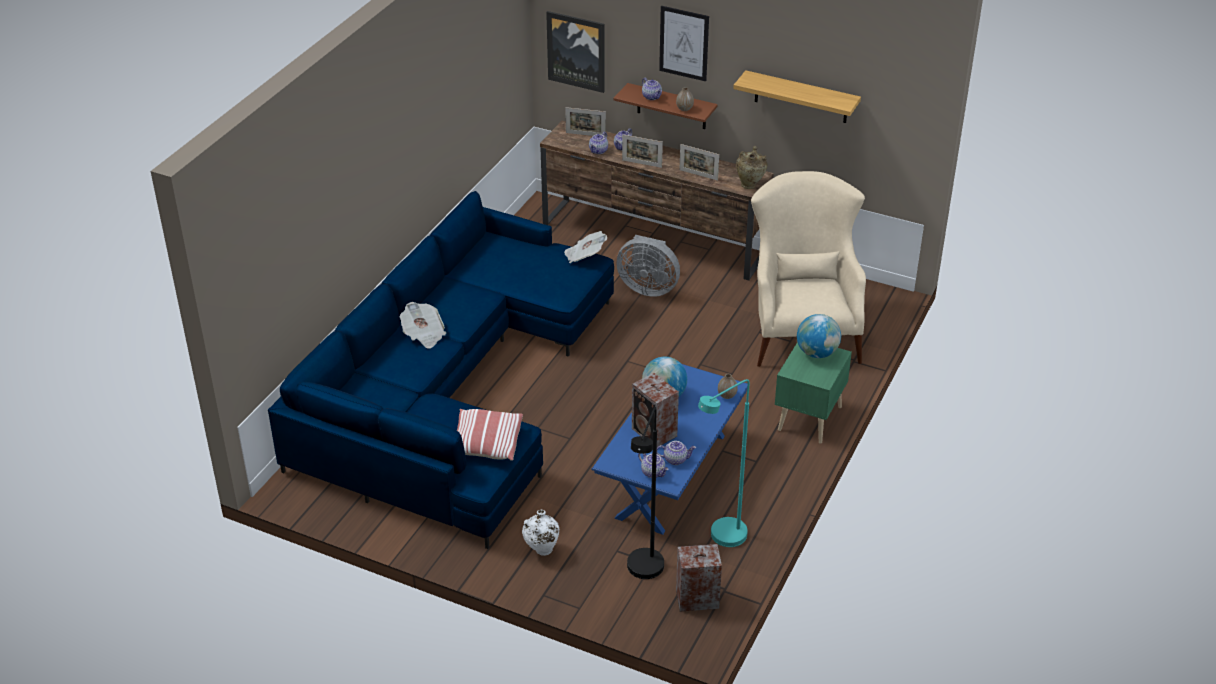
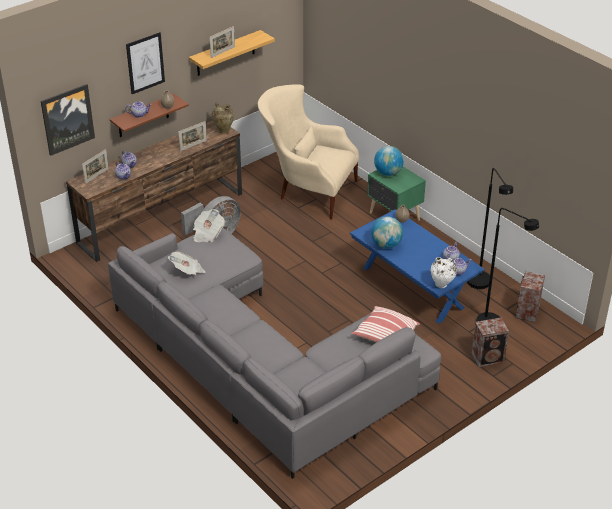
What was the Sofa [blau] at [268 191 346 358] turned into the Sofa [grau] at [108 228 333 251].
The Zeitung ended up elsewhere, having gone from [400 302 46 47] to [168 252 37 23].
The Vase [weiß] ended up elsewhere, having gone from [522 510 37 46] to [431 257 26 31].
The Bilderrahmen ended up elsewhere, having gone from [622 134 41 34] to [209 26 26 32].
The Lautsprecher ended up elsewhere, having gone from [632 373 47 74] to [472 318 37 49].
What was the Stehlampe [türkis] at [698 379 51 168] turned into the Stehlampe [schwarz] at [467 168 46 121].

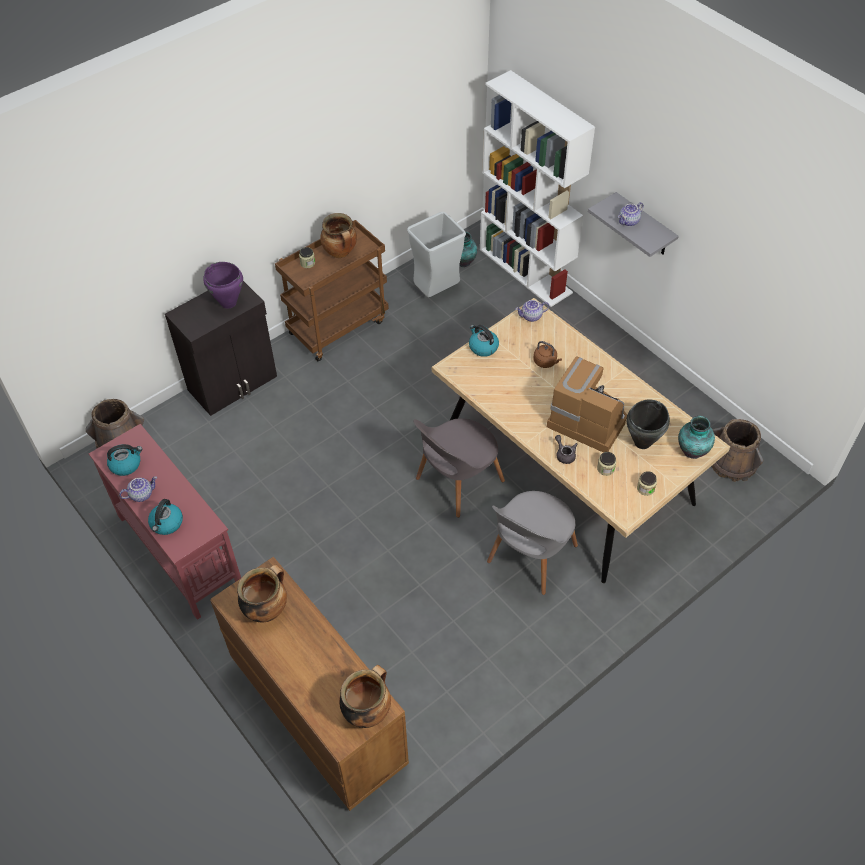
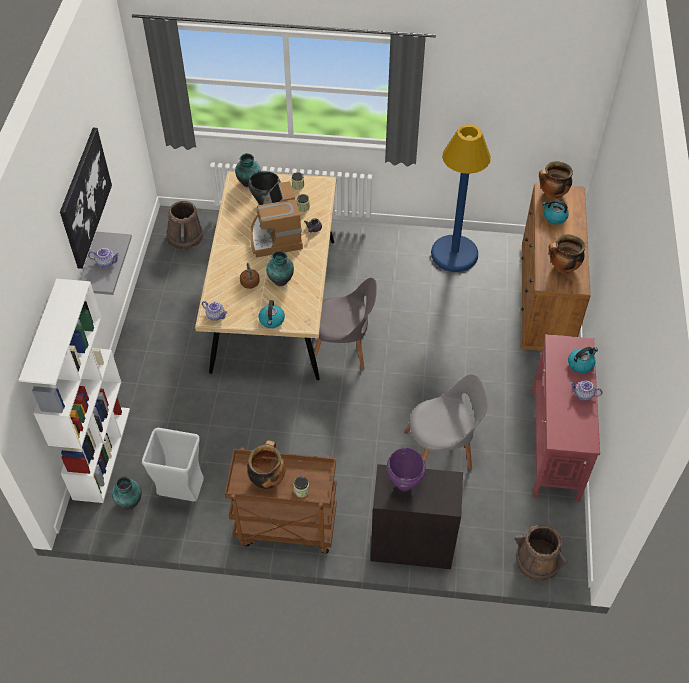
The Wasserkessel ended up elsewhere, having gone from [107 444 35 32] to [542 200 27 25].
The Stuhl [grau] ended up elsewhere, having gone from [487 491 91 104] to [404 374 84 96].
The second view gained the Bild at [60 128 52 141].
The second view gained the Vase at [266 251 28 35].
The second view gained the Stehlampe [blau] at [431 124 60 148].

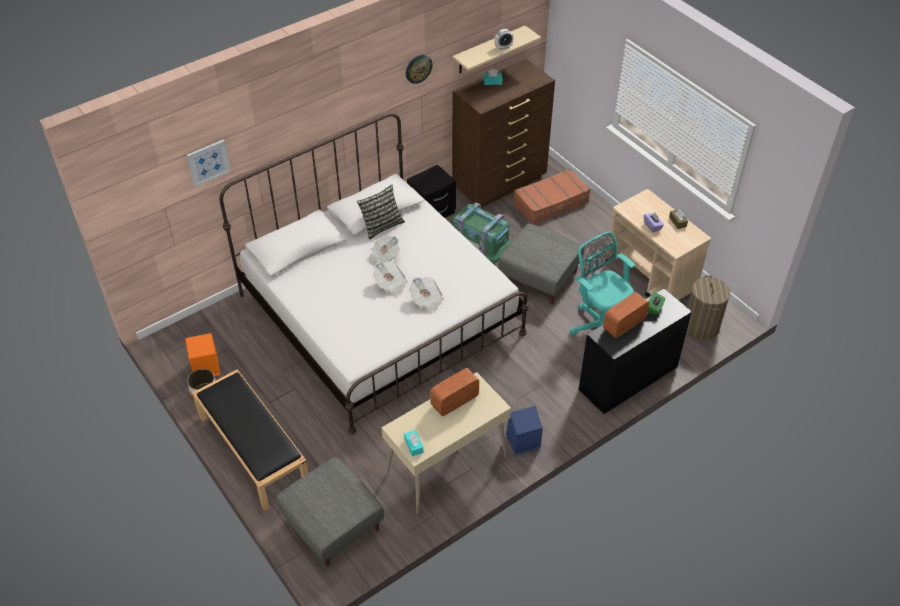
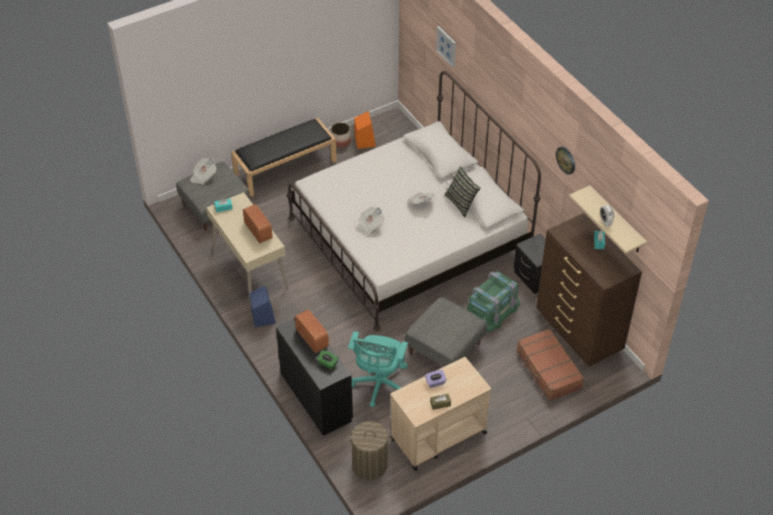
The Zeitung ended up elsewhere, having gone from [373 261 35 35] to [190 158 27 27].
The Bürostuhl [türkis] at [570 231 66 104] ended up facing another way, 135 degrees clockwise from before.

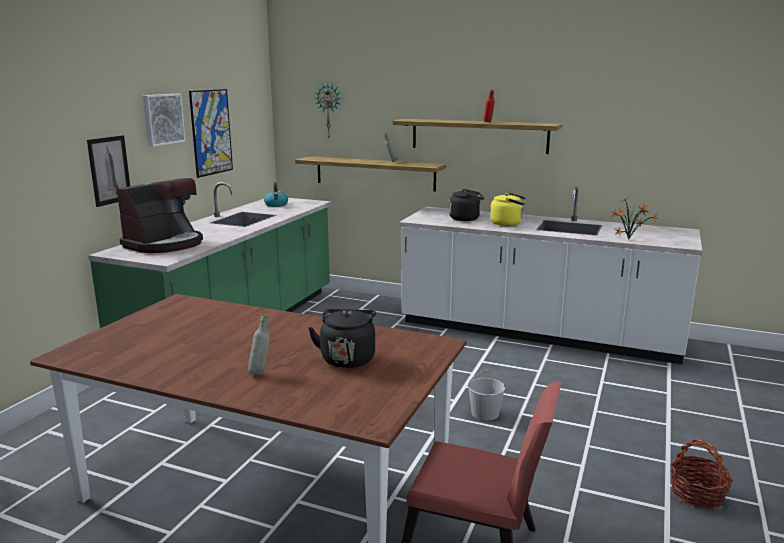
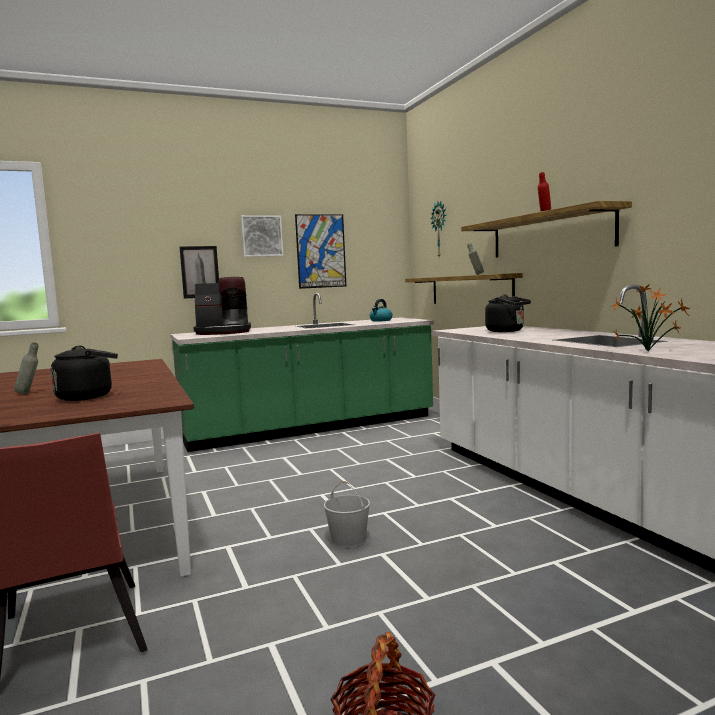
The second view lost the Wasserkessel [gelb] at [490 193 36 33].

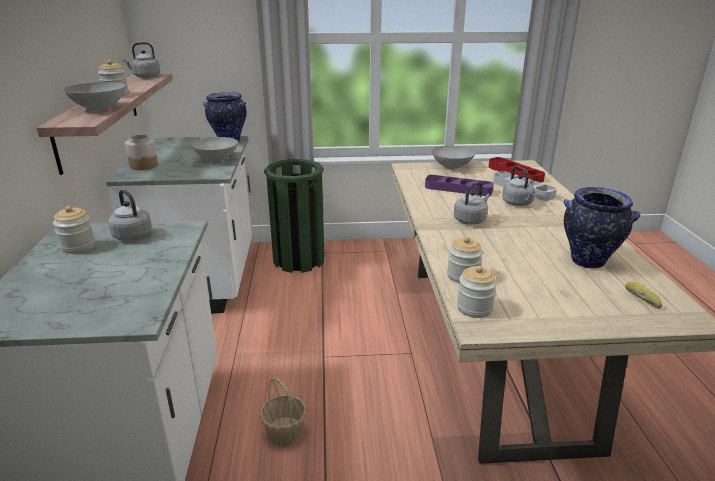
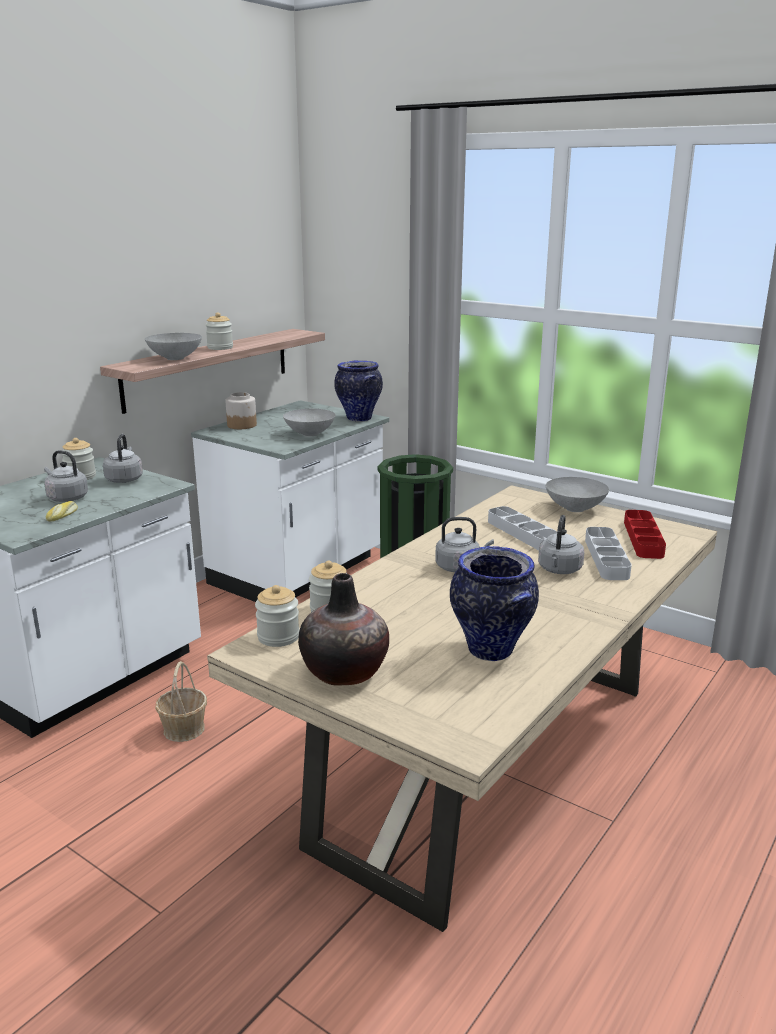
The Wasserkessel [grau] ended up elsewhere, having gone from [123 42 37 36] to [44 450 44 52].
What was the Tablett [lila] at [425 175 69 21] turned into the Tablett [grau] at [488 506 69 44].
The Brot ended up elsewhere, having gone from [625 282 37 27] to [46 501 32 21].
The second view gained the Vase at [298 573 91 113].

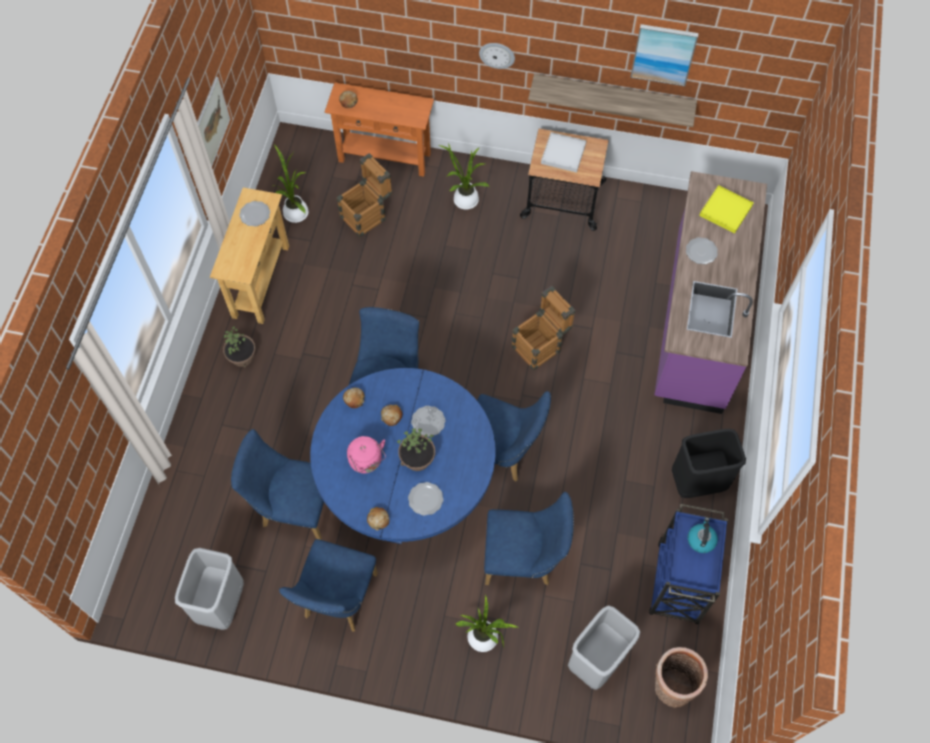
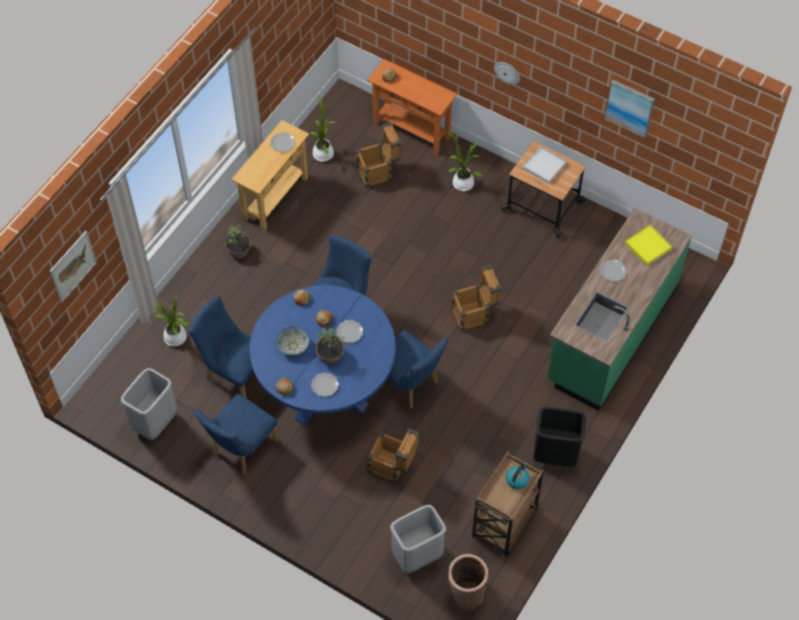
The Bild ended up elsewhere, having gone from [197 77 33 89] to [50 231 47 72].
Where the Wasserkessel [rosa] stood at [347 436 39 38], the Schüssel came to stand at [277 327 32 28].
The Topfpflanze ended up elsewhere, having gone from [456 595 62 57] to [151 293 39 53].
Where the Stuhl [blau] stood at [484 492 90 93], the Kiste came to stand at [367 428 52 55].
The second view lost the Wandregal at [528 74 169 53].
What was the Rollwagen [blau] at [649 504 79 120] turned into the Rollwagen [braun] at [472 449 72 107].
What was the Küchenzeile [lila] at [654 171 113 243] turned into the Küchenzeile [grün] at [547 208 145 203].

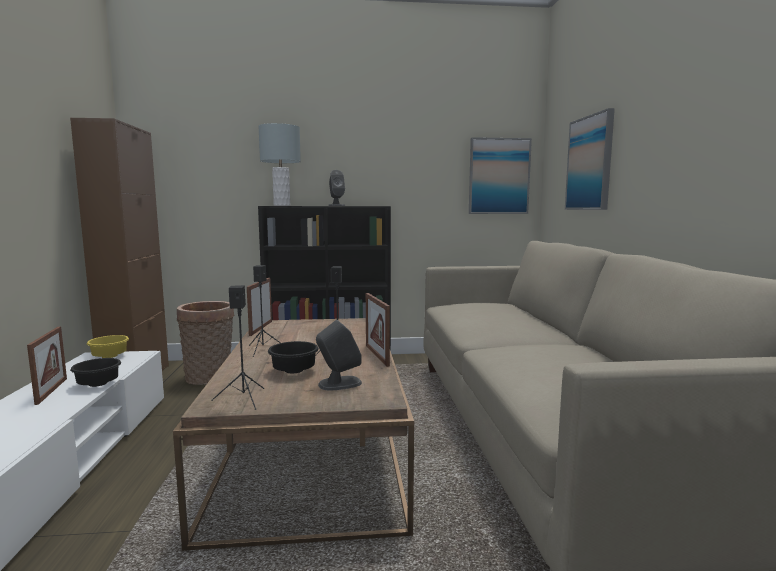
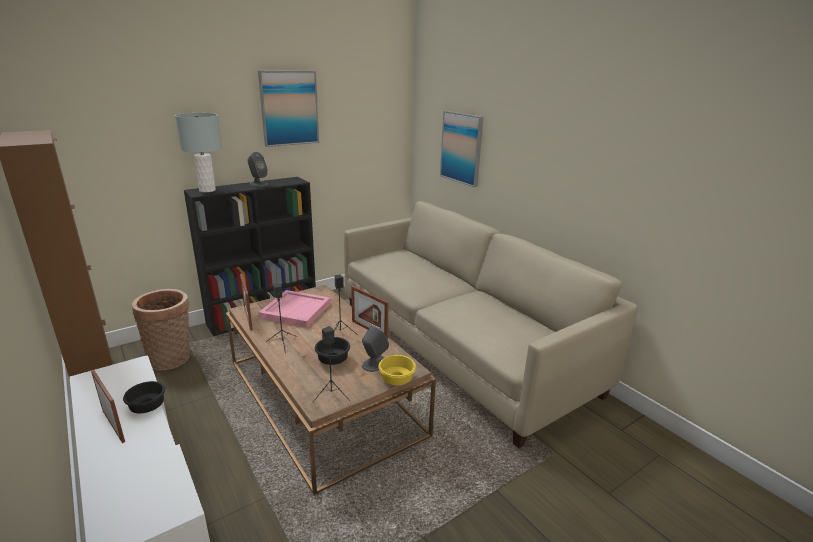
The Schüssel [gelb] ended up elsewhere, having gone from [87 335 42 23] to [378 355 38 30].
The Bild ended up elsewhere, having gone from [469 137 63 77] to [258 71 61 76].
The second view gained the Tablett [rosa] at [259 290 72 38].

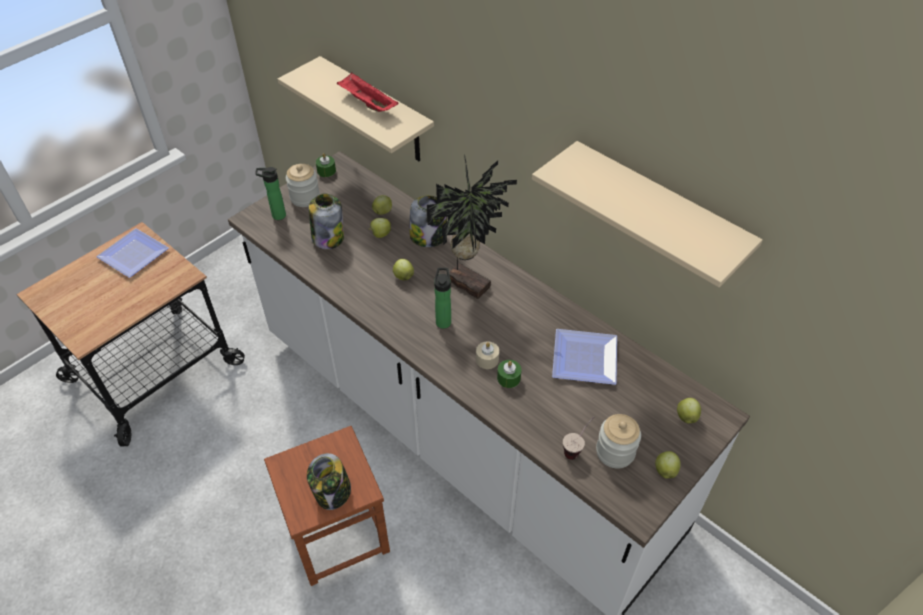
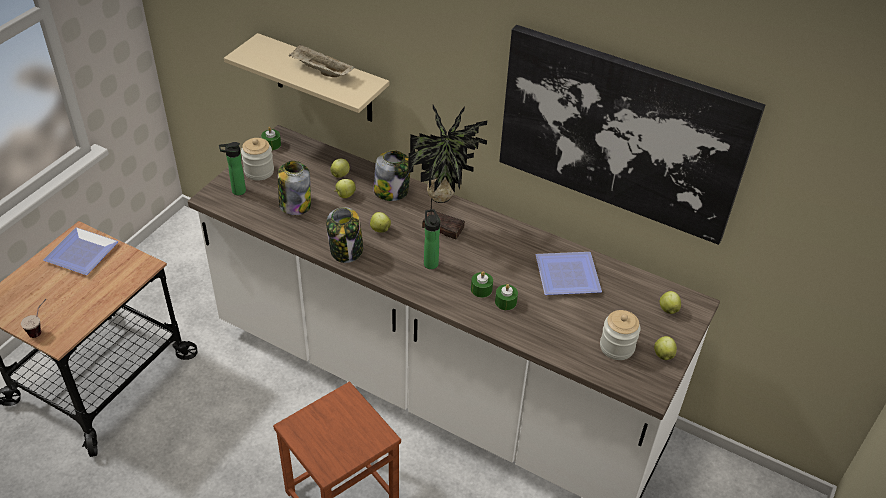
The Vorratsglas ended up elsewhere, having gone from [307 453 44 57] to [326 207 37 56].
What was the Tablett [rot] at [337 73 62 39] turned into the Tablett [beige] at [289 44 66 33].
What was the Kerze [beige] at [476 341 23 28] turned into the Kerze [grün] at [471 271 22 27].
Where the Wandregal [beige] hung at [532 141 231 146], the Bild came to hang at [499 25 266 220].
The Tasse ended up elsewhere, having gone from [563 416 31 44] to [21 299 25 39].

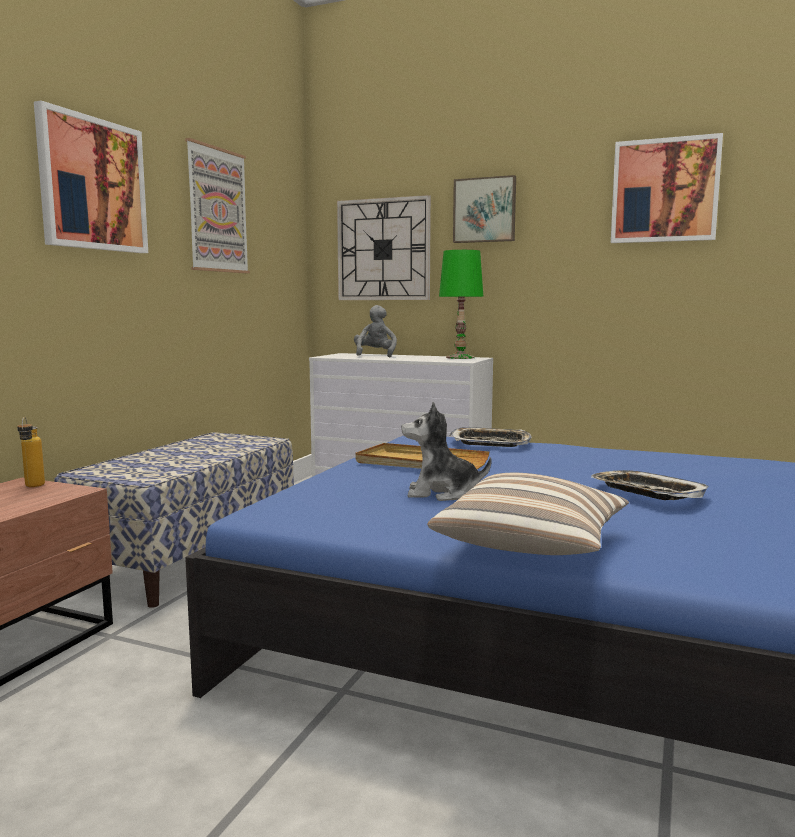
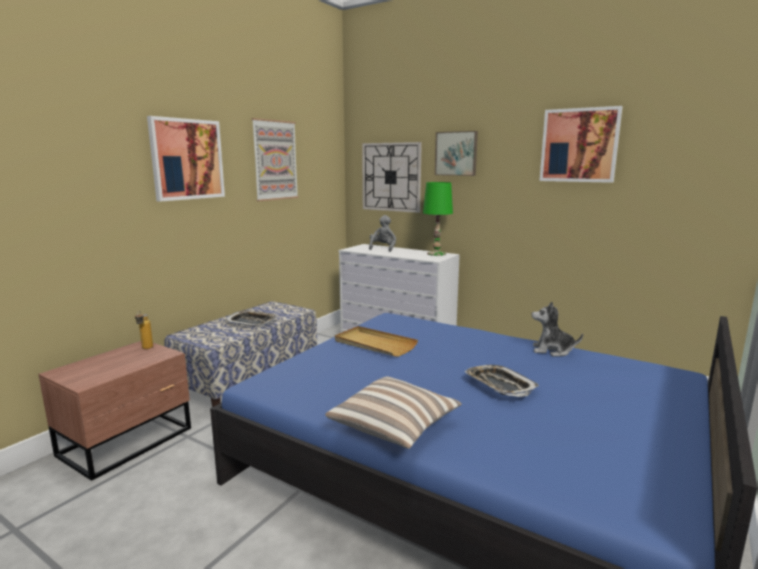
The Plüschtier ended up elsewhere, having gone from [401 402 90 99] to [532 302 51 55].
The Tablett ended up elsewhere, having gone from [450 427 82 20] to [225 310 51 17].

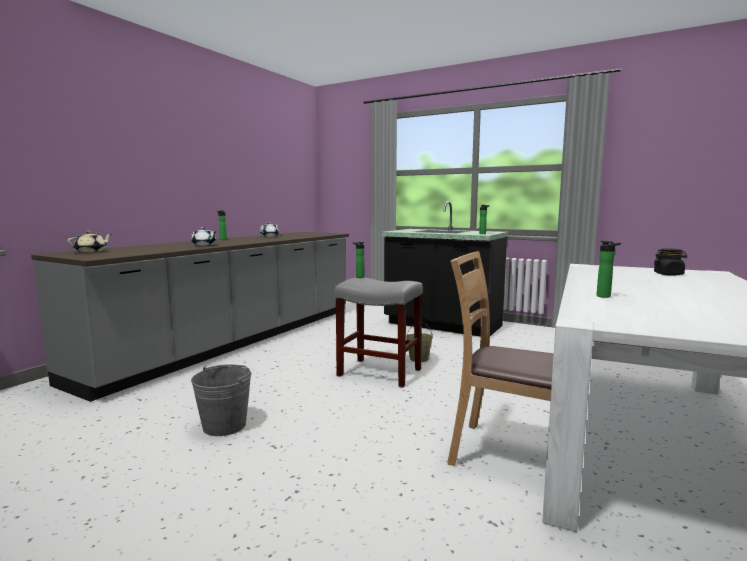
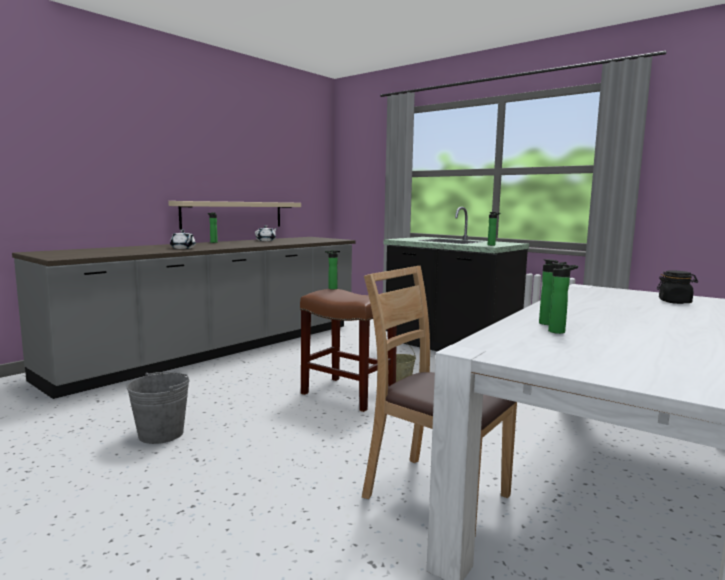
The second view lost the Teekanne [beige] at [67 231 44 21].
What was the Hocker [grau] at [335 277 88 111] turned into the Hocker [braun] at [300 289 97 123].
The second view gained the Wandregal [beige] at [168 201 133 29].
The second view gained the Flasche at [548 263 30 71].

